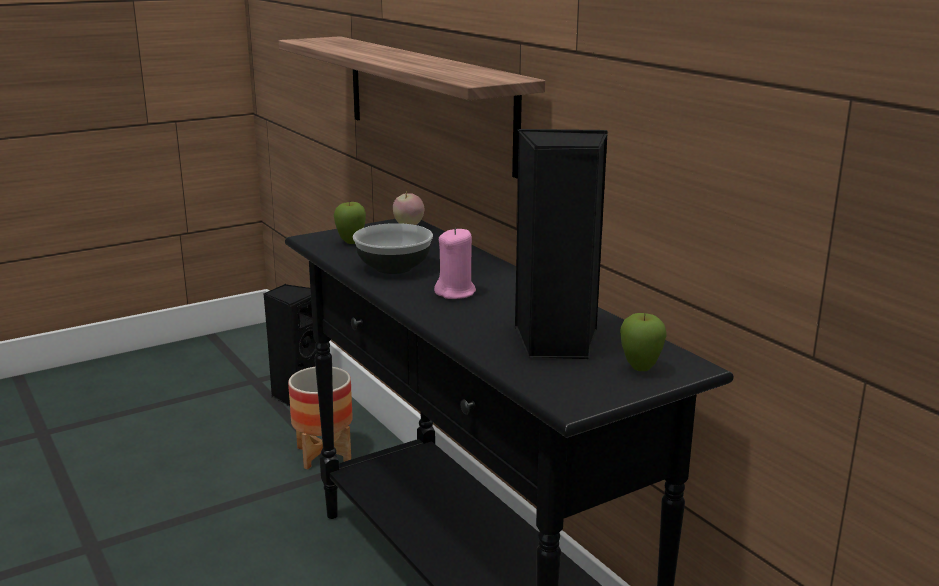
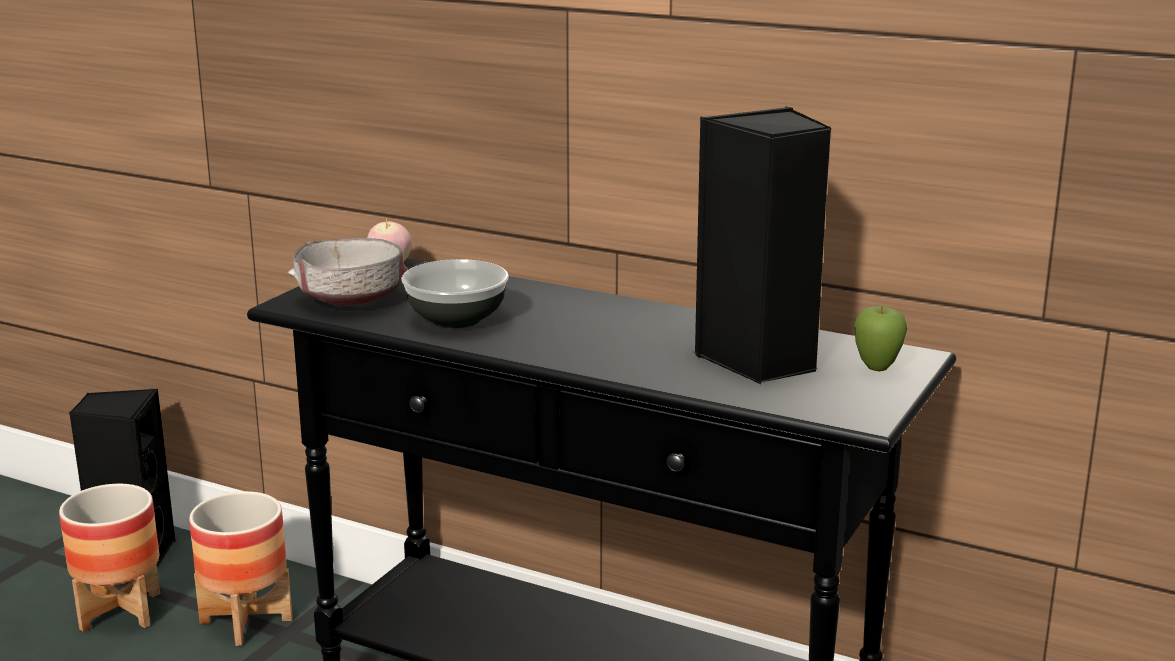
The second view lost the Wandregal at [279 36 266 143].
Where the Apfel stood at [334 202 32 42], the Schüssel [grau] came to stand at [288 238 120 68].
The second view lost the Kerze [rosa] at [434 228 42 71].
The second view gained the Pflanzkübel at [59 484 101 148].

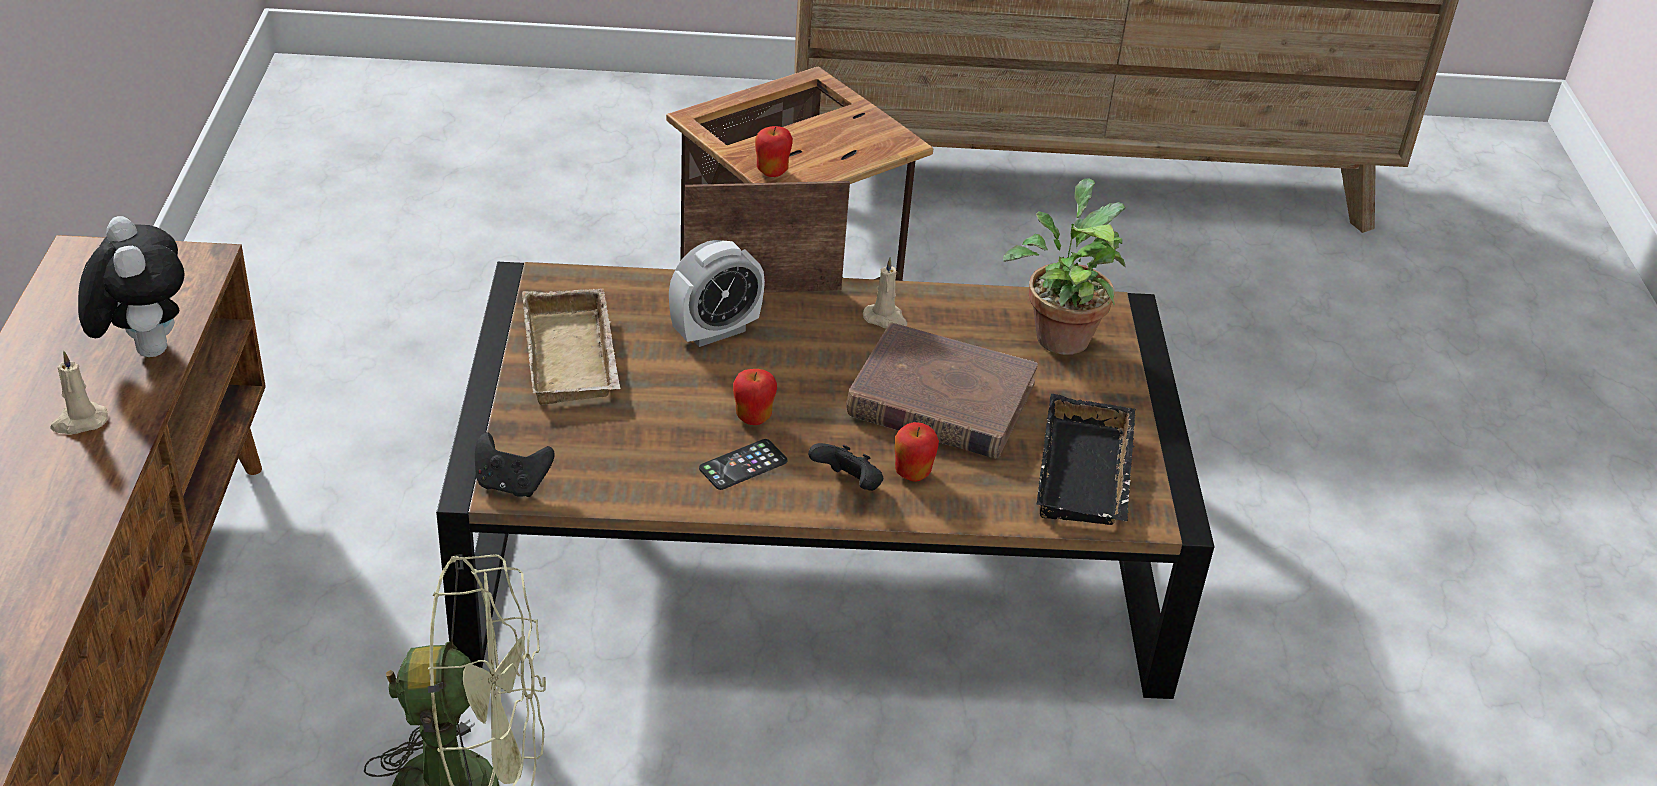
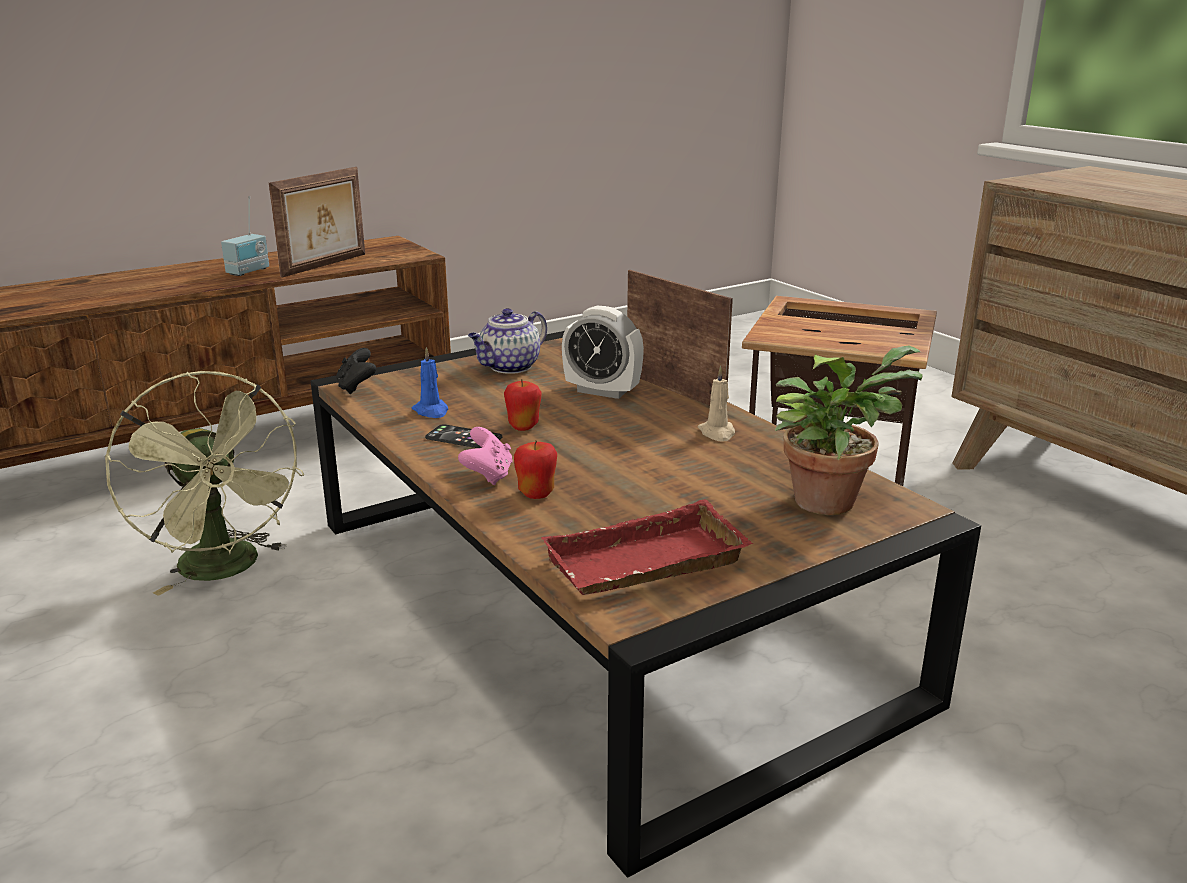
Where the Kerze [beige] stood at [50 351 58 83], the Radio came to stand at [221 196 48 80].
Where the Plüschtier stood at [78 216 107 141], the Bilderrahmen came to stand at [269 167 96 110].
Where the Tablett [beige] stood at [522 288 98 117], the Teekanne came to stand at [468 308 79 66].
The second view lost the Apfel at [755 126 38 51].
What was the Gamepad [schwarz] at [808 443 75 48] turned into the Gamepad [rosa] at [458 427 55 58].
The second view lost the Buch [braun] at [846 323 192 136].
What was the Tablett [schwarz] at [1037 394 98 131] turned into the Tablett [rot] at [541 499 212 96].
The second view gained the Kerze [blau] at [412 347 36 71].

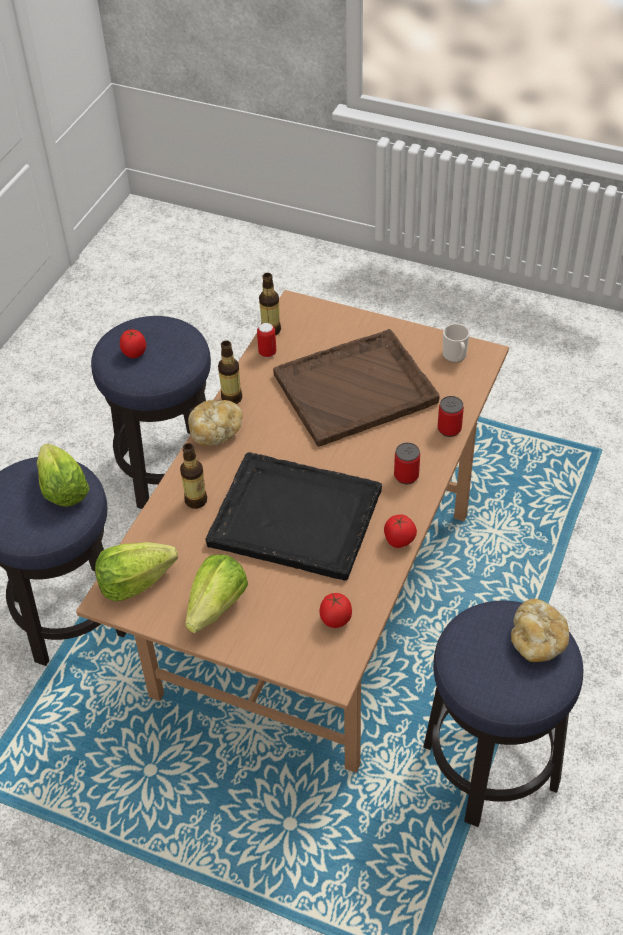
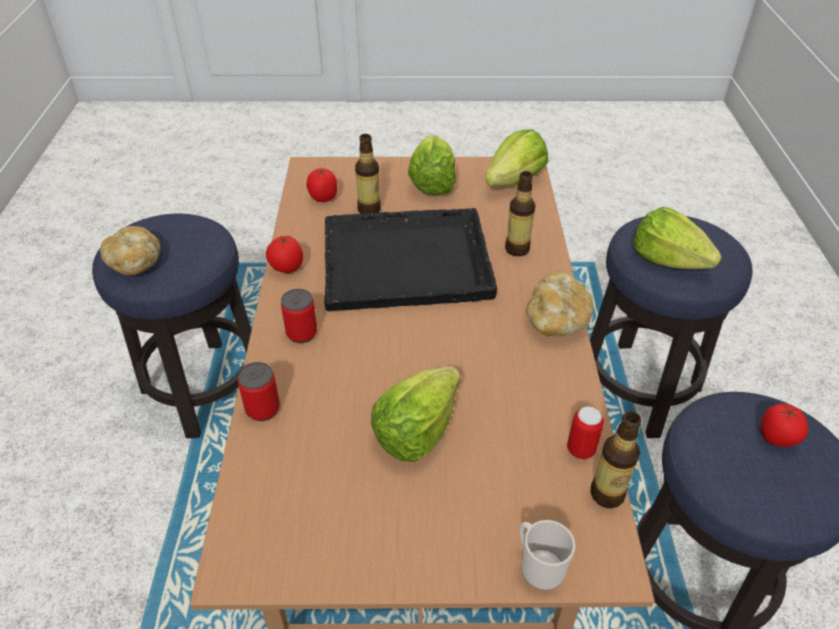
The Flasche ended up elsewhere, having gone from [218 341 24 63] to [355 134 26 80].
Where the Tablett [braun] stood at [273 329 167 118], the Salatkopf came to stand at [371 367 90 95].
The Henkelbecher ended up elsewhere, having gone from [443 323 27 40] to [520 520 55 70].

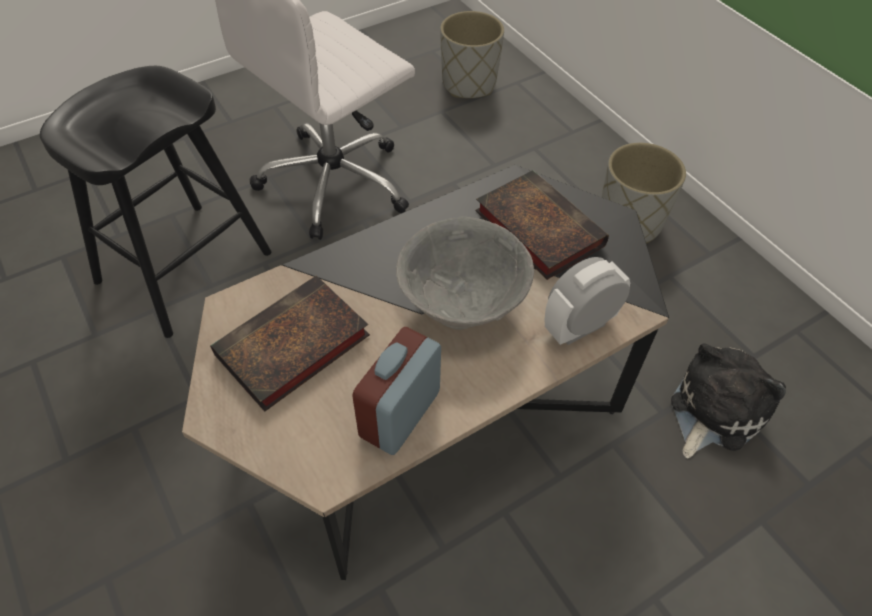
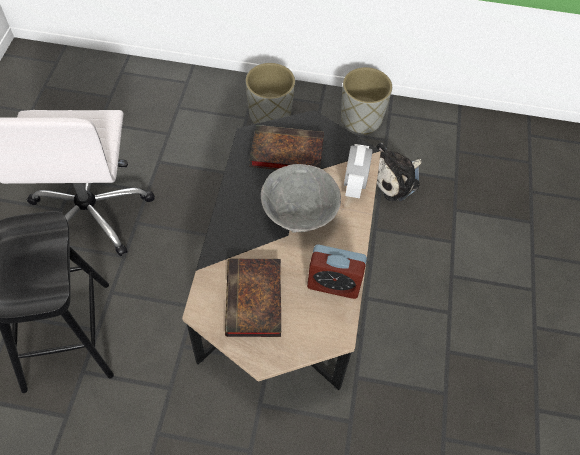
The Wecker at [352 327 89 128] ended up facing another way, 60 degrees counterclockwise from before.
The Pflanzkübel [grau] ended up elsewhere, having gone from [440 11 64 87] to [341 67 51 68].
The Plüschtier at [671 343 115 115] ended up facing another way, 120 degrees counterclockwise from before.

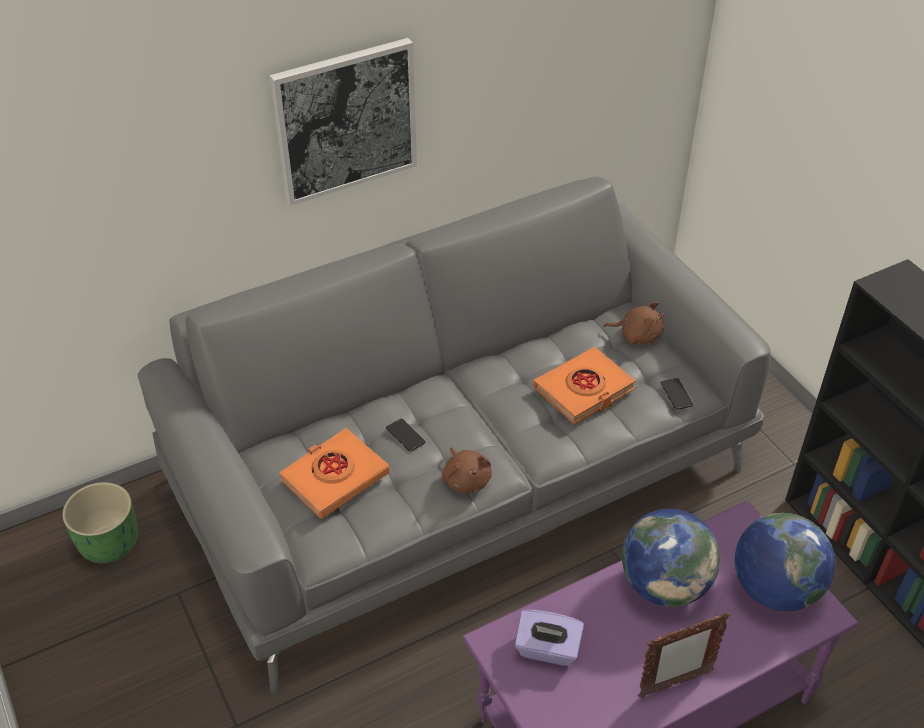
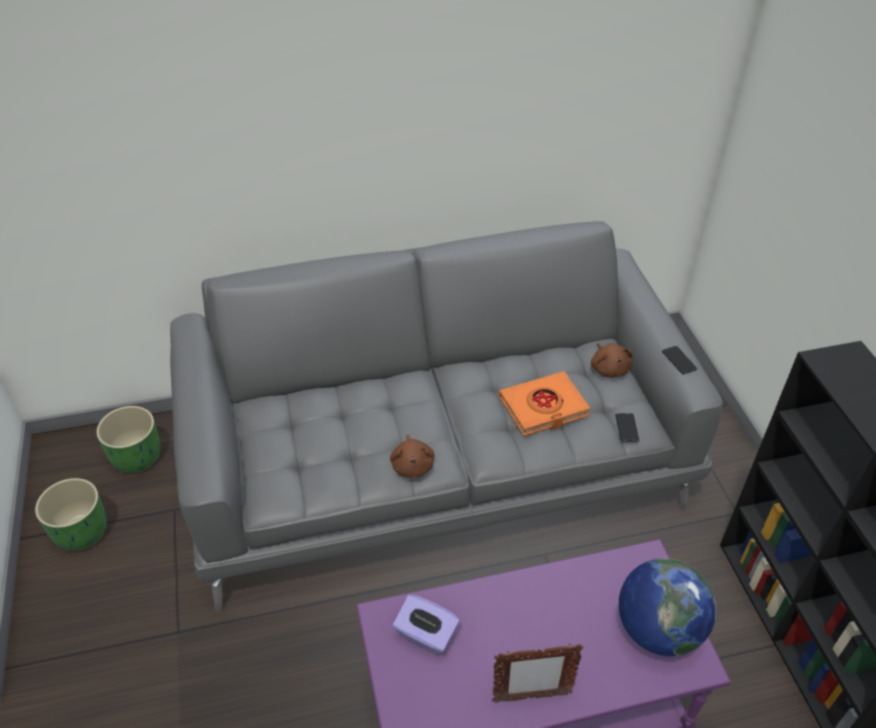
The second view lost the Bild at [270 38 147 168].
The second view lost the Buch [orange] at [279 428 110 91].
The Handy ended up elsewhere, having gone from [386 419 40 33] to [662 346 35 28].
The Plüschtier [braun] at [603 302 62 42] ended up facing another way, 45 degrees clockwise from before.
The second view lost the Globus at [622 509 98 98].
The second view gained the Pflanzkübel [grün] at [35 478 72 73].

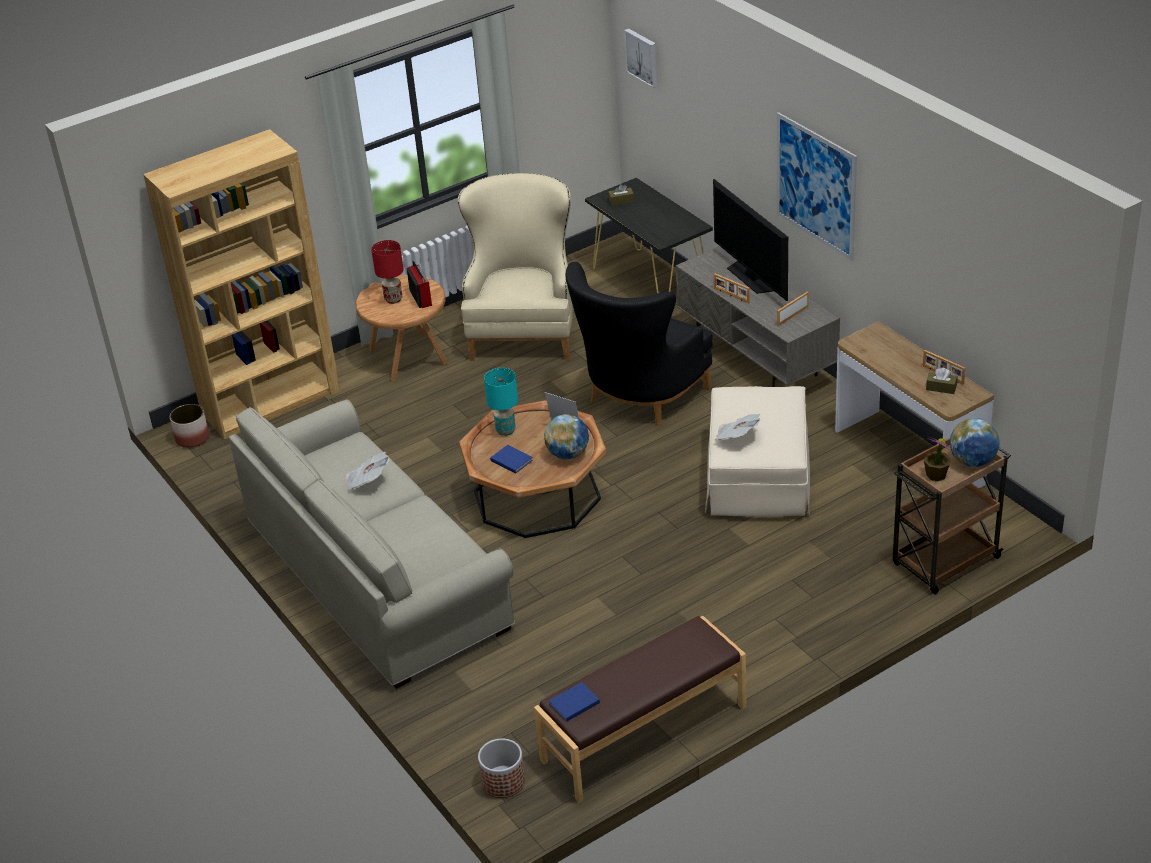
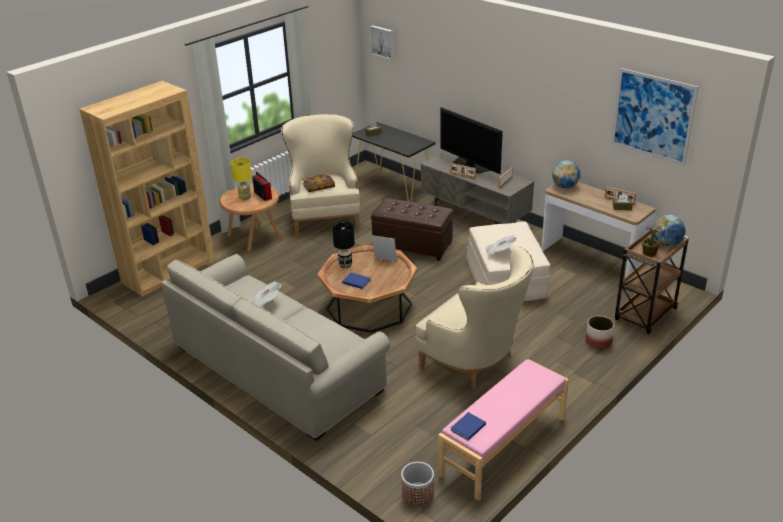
The Pflanzkübel ended up elsewhere, having gone from [170 404 39 44] to [585 316 29 33].
What was the Tischlampe [rot] at [371 240 33 64] turned into the Tischlampe [gelb] at [231 158 21 42].
What was the Tischlampe [türkis] at [484 368 34 68] turned into the Tischlampe [schwarz] at [332 221 23 47].
What was the Bank [braun] at [534 616 212 187] turned into the Bank [rosa] at [438 359 131 142].
The Globus ended up elsewhere, having gone from [544 414 45 45] to [552 161 28 27].
Where the Sessel [schwarz] stood at [566 262 147 164], the Polsterhocker [braun] came to stand at [371 198 83 63].
The Bild ended up elsewhere, having gone from [777 112 80 149] to [611 68 88 98].
The second view gained the Buch at [302 173 33 19].
The second view gained the Sessel [beige] at [416 247 118 142].

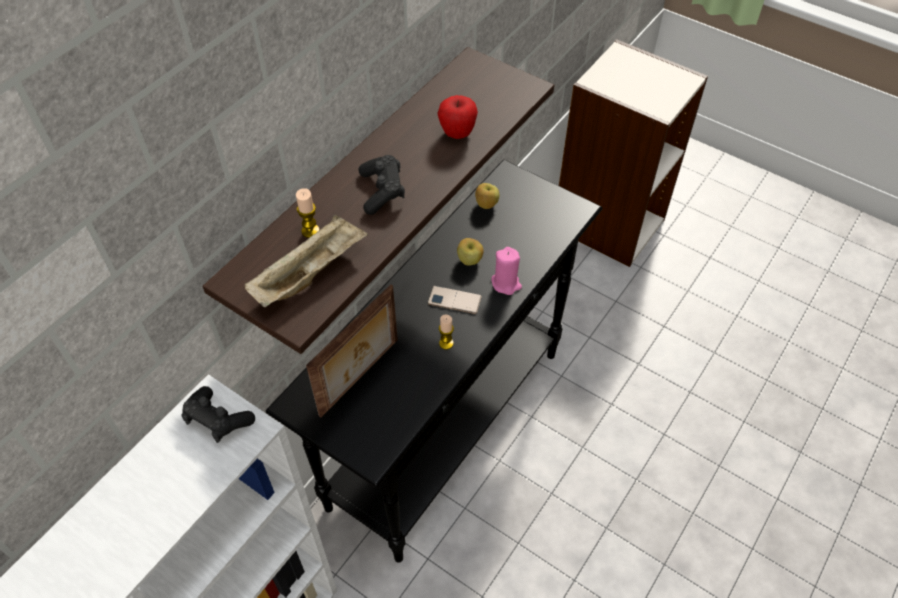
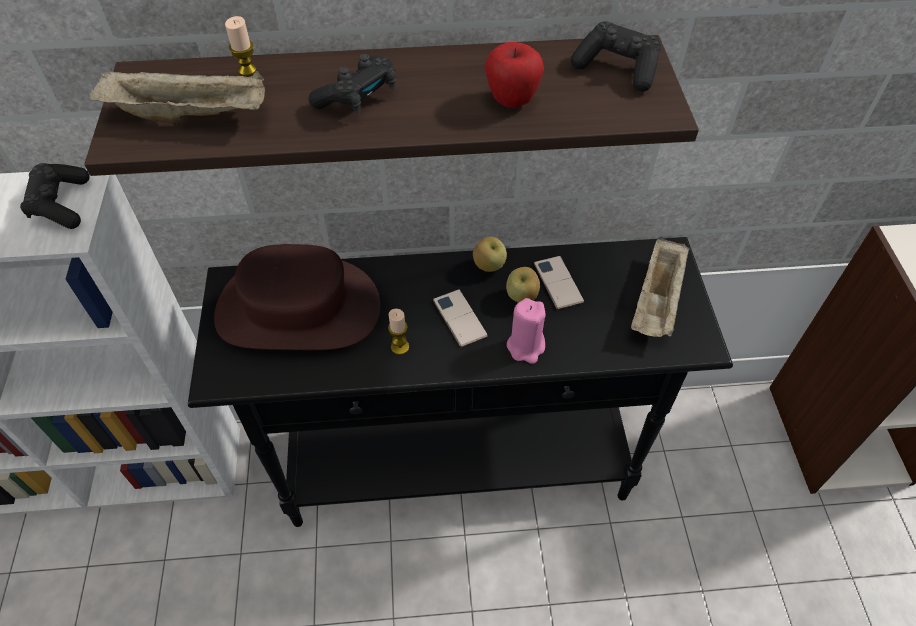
Where the Bilderrahmen stood at [306 284 92 134], the Hut [braun] came to stand at [214 244 166 106].
The Apfel ended up elsewhere, having gone from [475 183 24 26] to [473 237 34 35].
The second view gained the Handy at [534 256 50 53].
The second view gained the Gamepad [schwarz] at [571 22 90 70].
The second view gained the Tablett [beige] at [631 237 58 100].

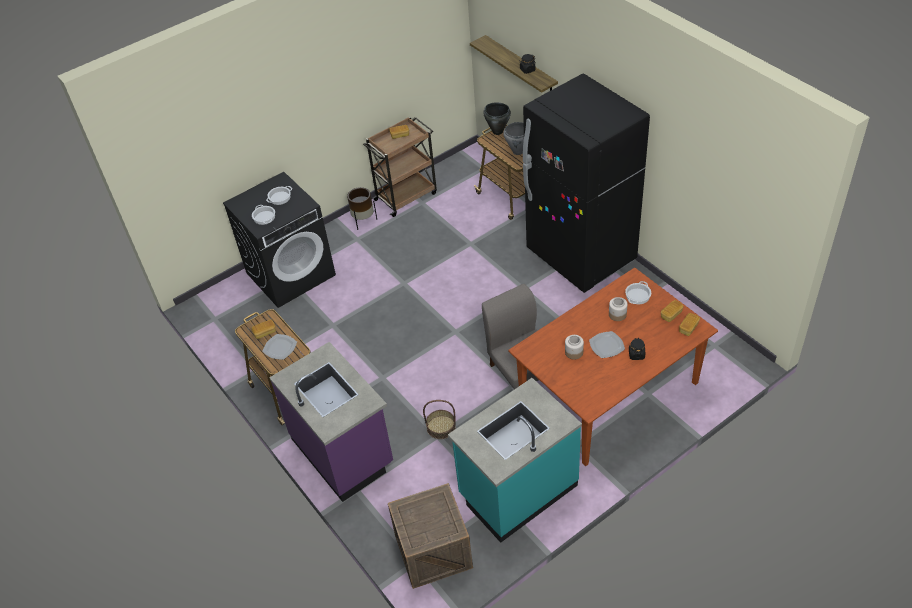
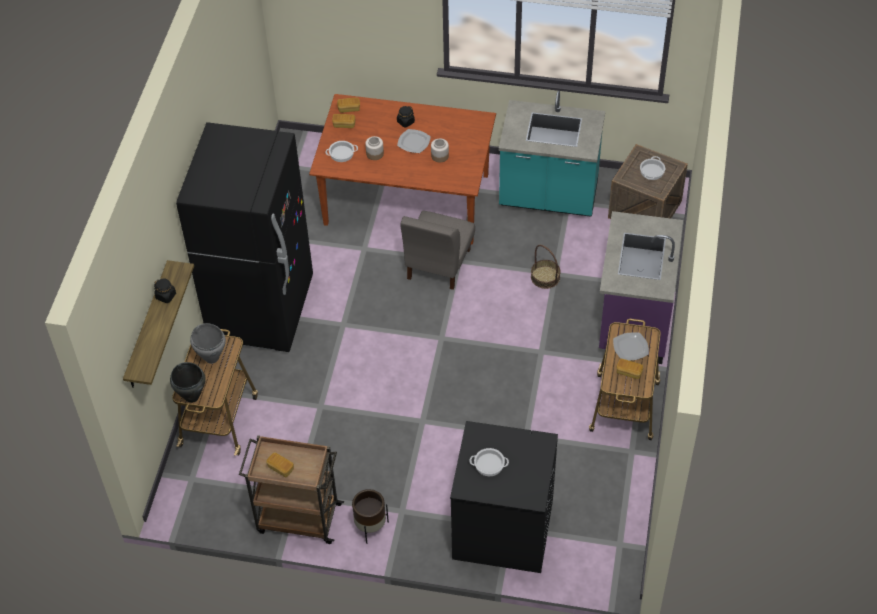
The Kochtopf ended up elsewhere, having gone from [252 205 23 20] to [640 156 25 24].

